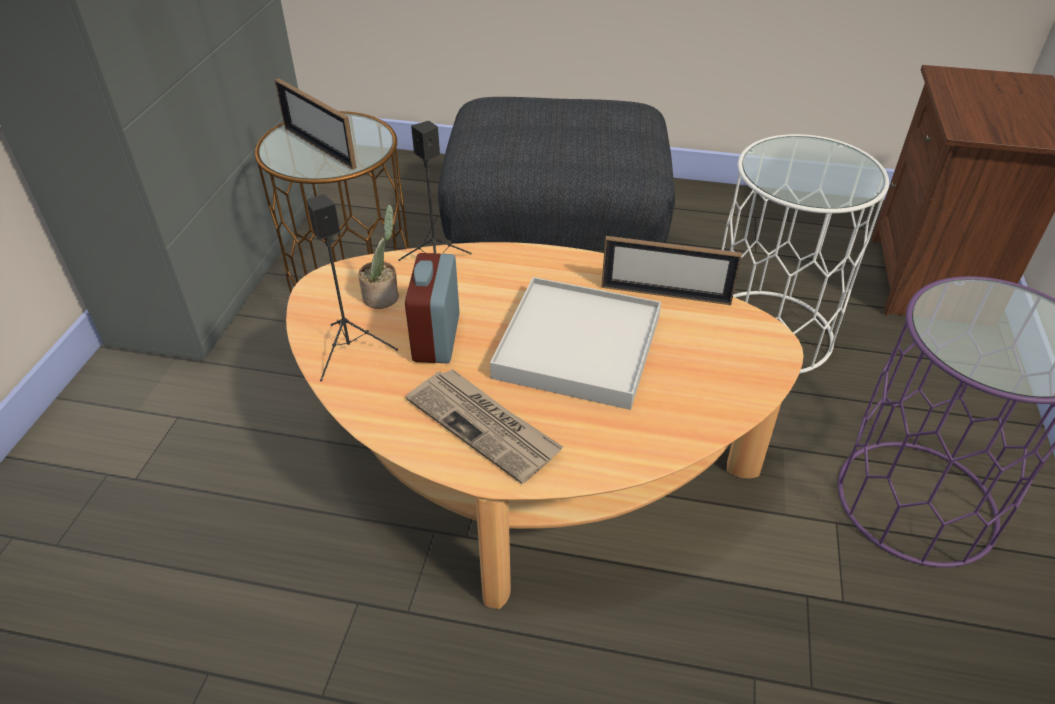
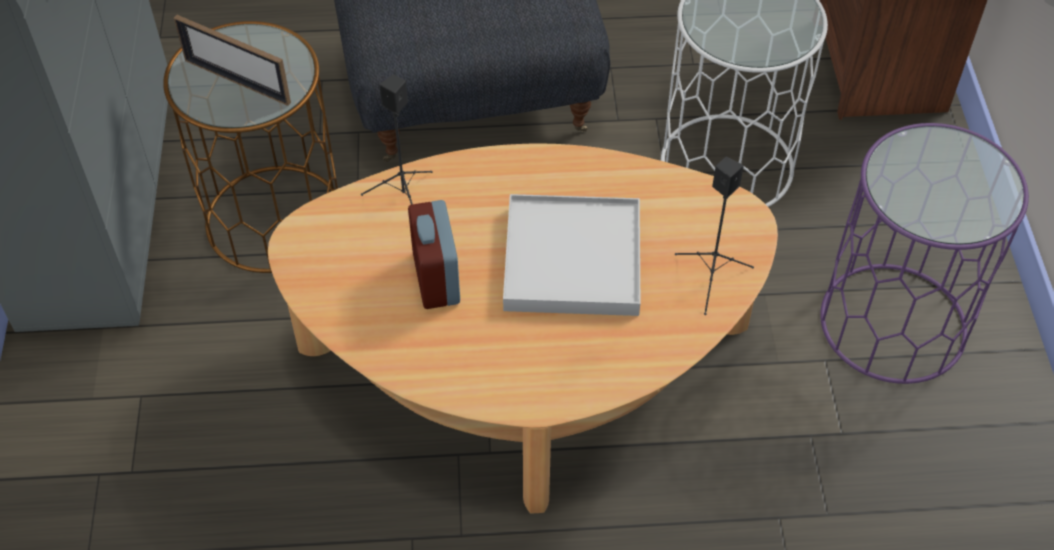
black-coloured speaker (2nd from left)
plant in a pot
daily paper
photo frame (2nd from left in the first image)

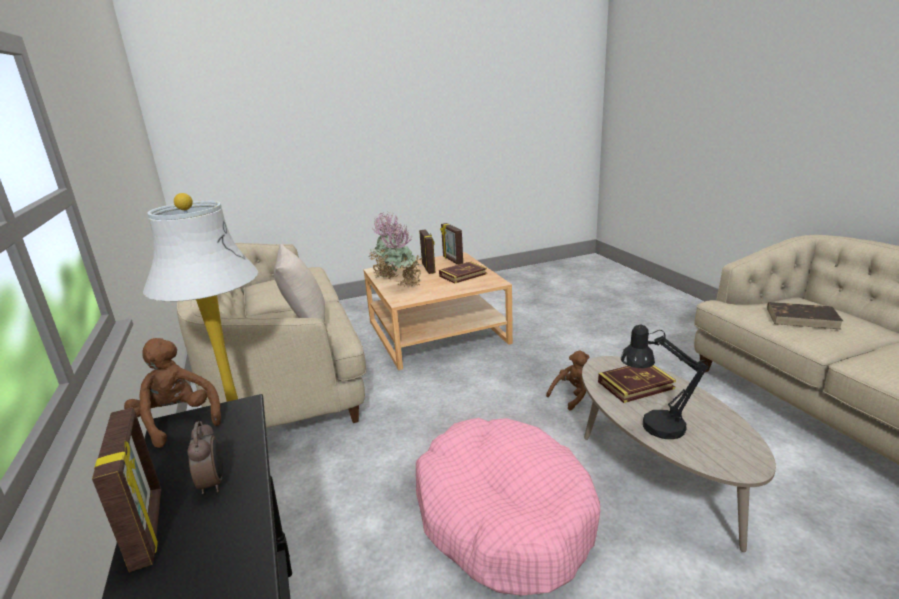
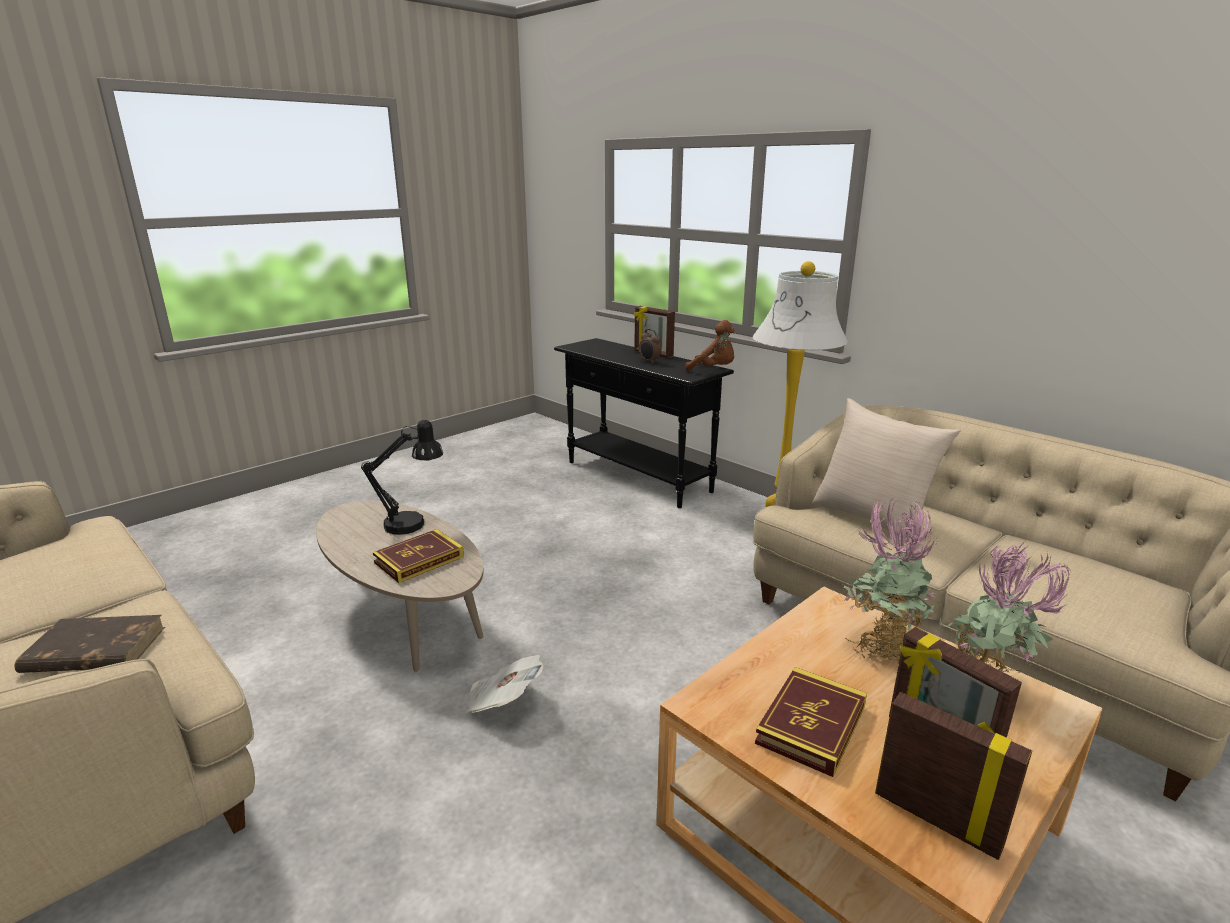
pink-coloured dog bed
daily paper

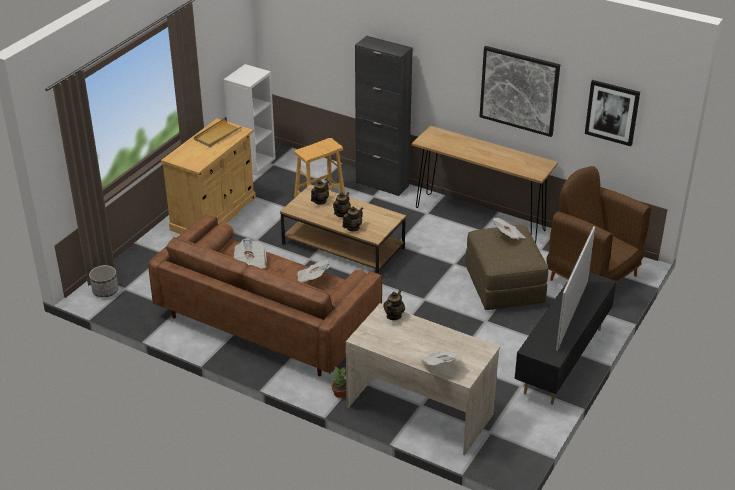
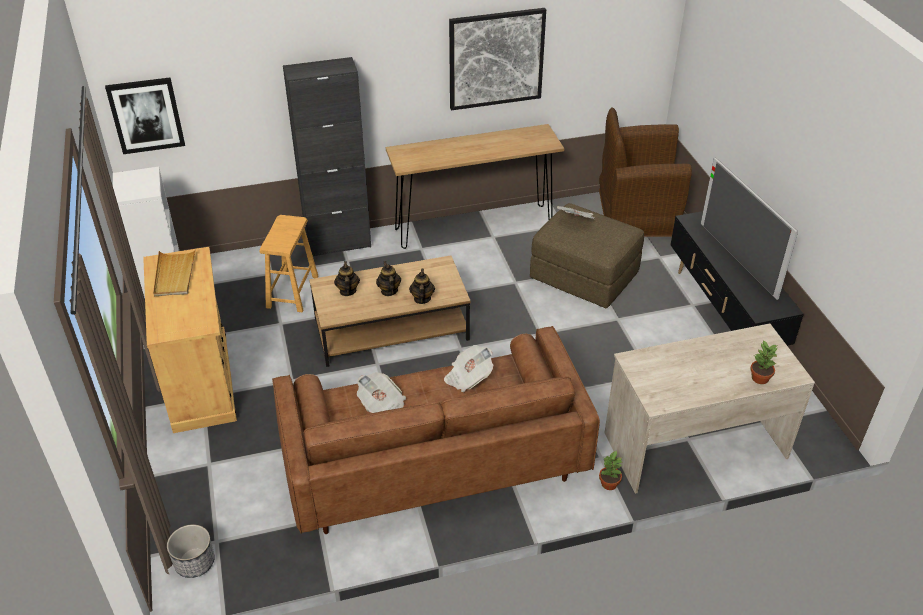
tea pot (4th from left in the first image)
plant in a pot (2nd from left)
wall art (1st from left)

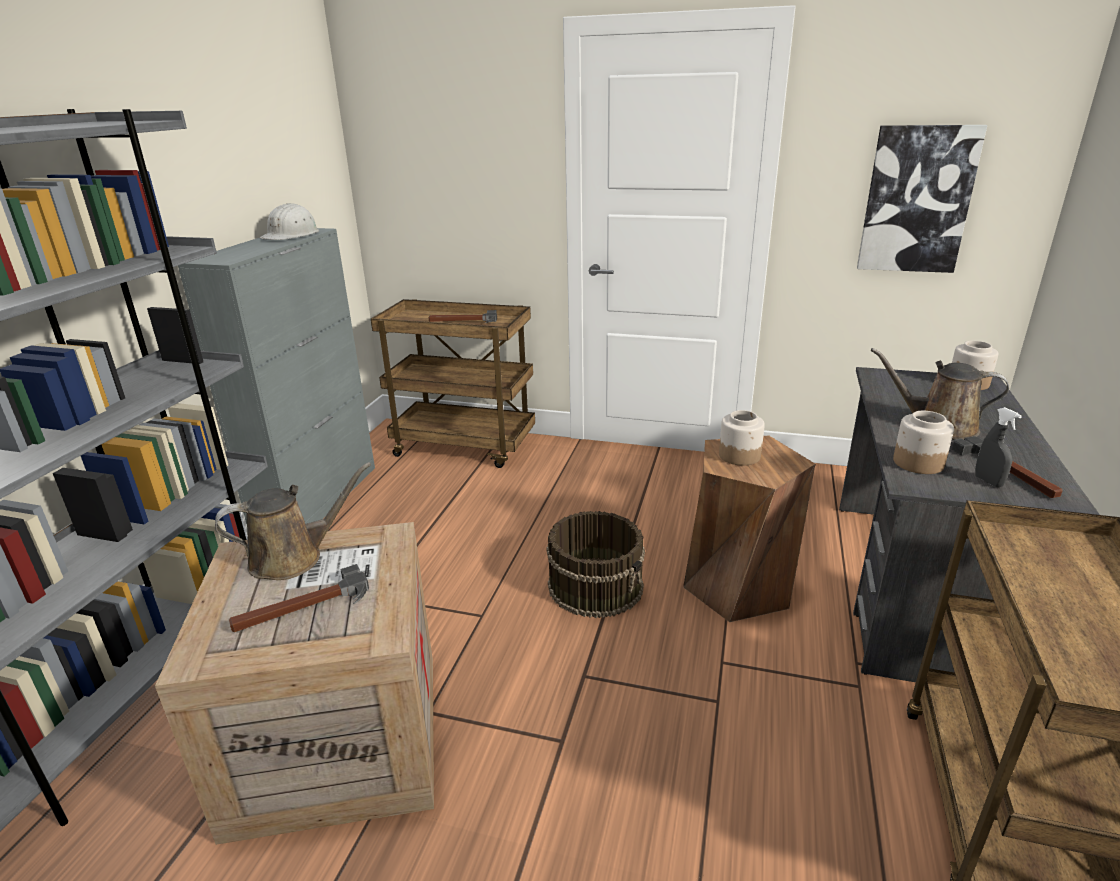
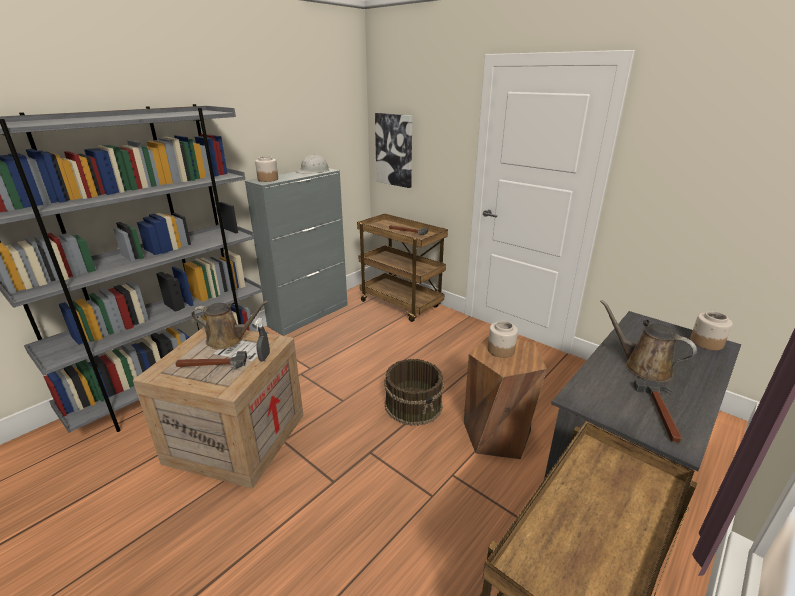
wall art
storage jar (1st from left)
gray hand sprayer

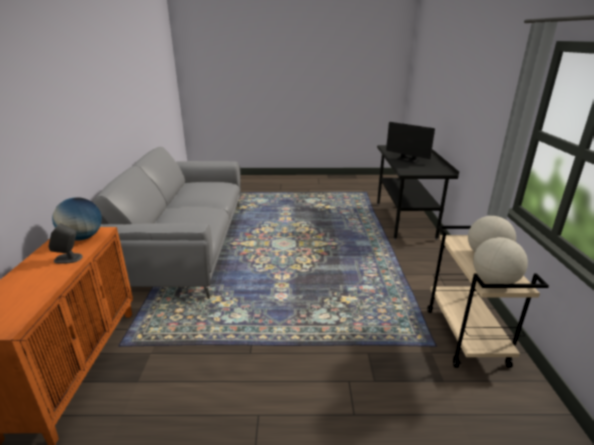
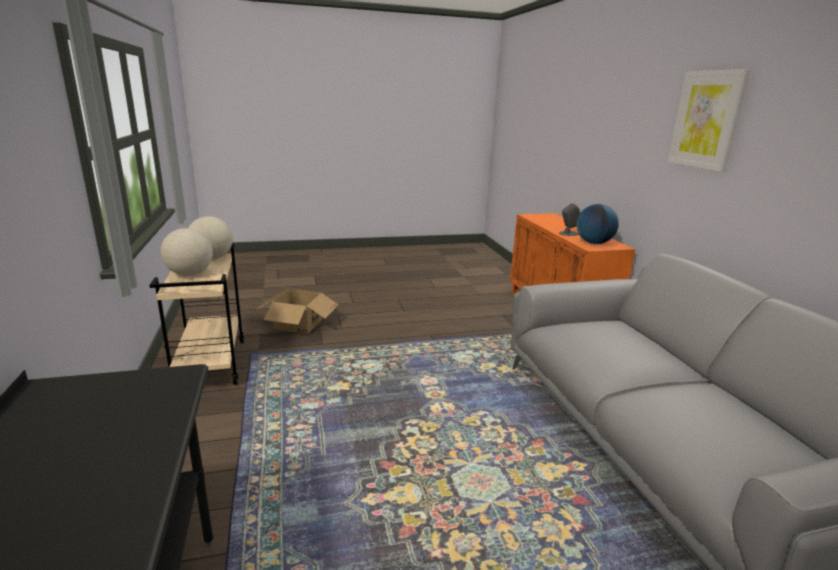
monitor
carton
wall art

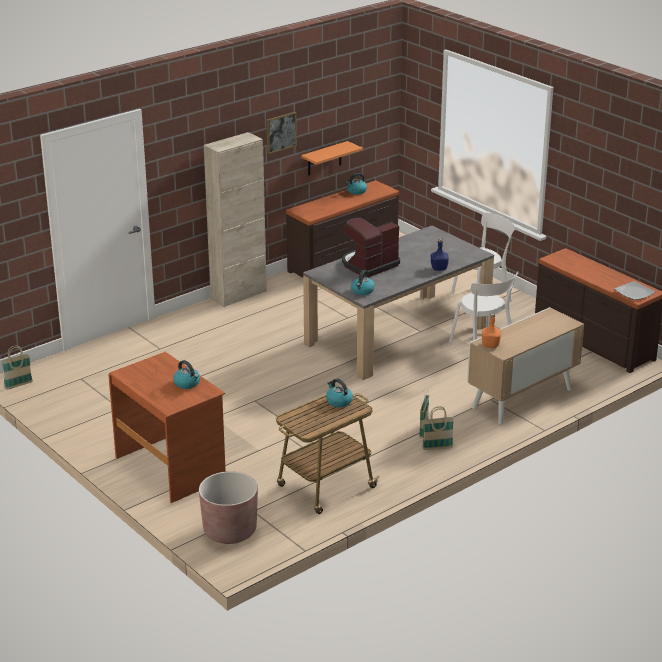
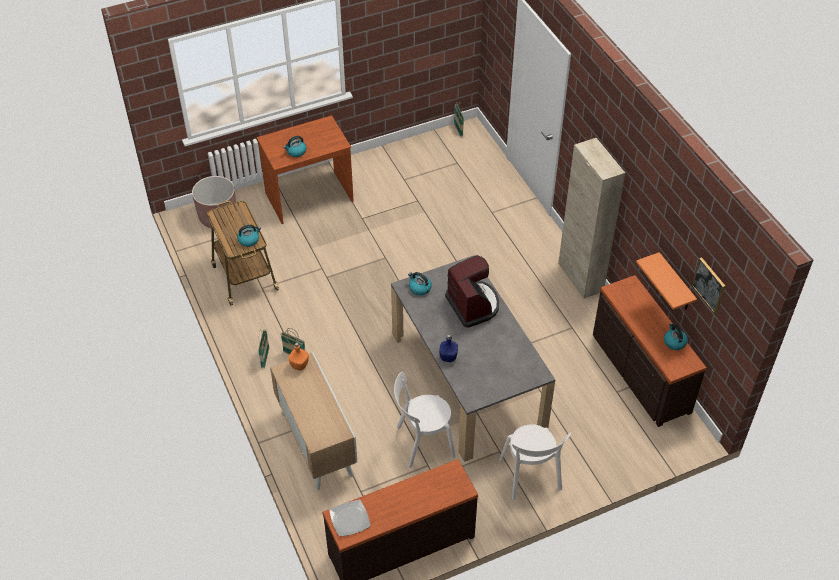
wall art

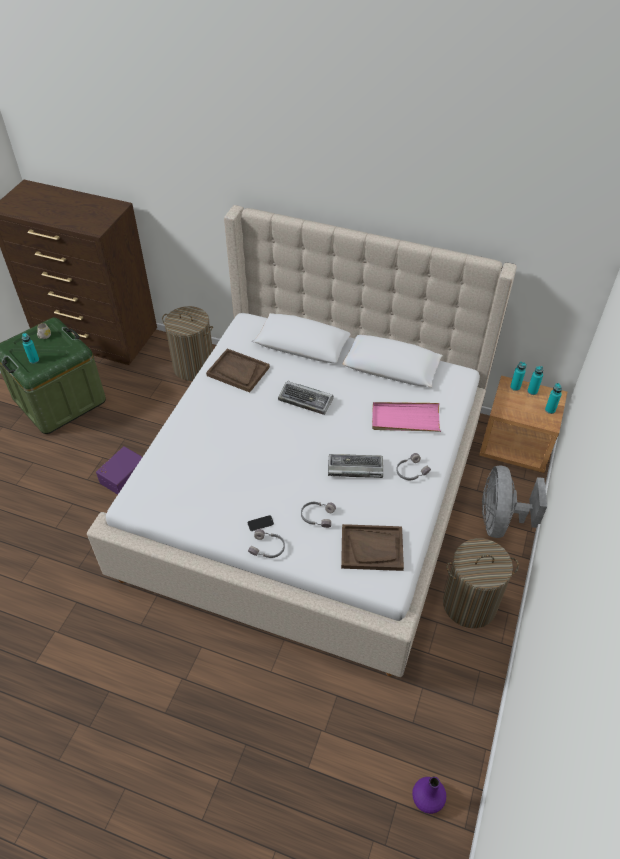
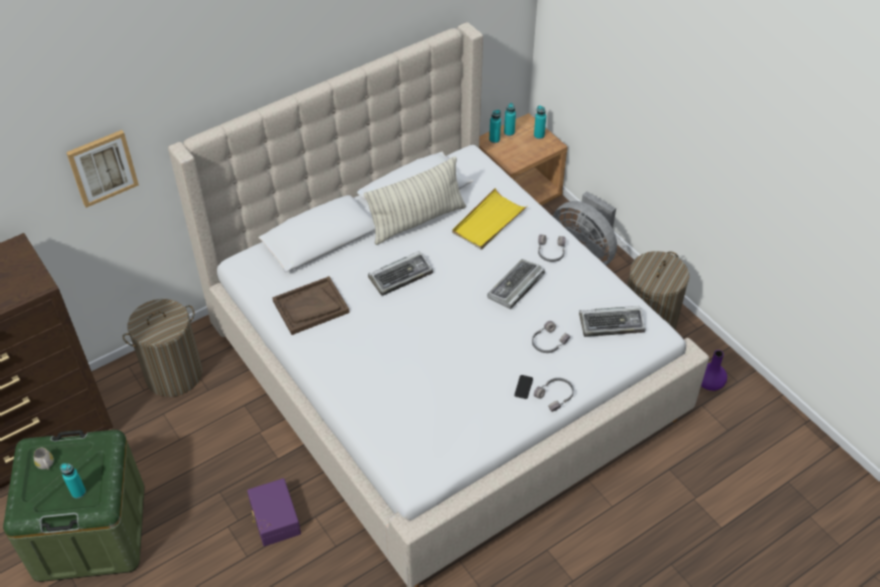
keyboard (3rd from left)
yellow carrying tray
purple vase
wall art
throw pillow

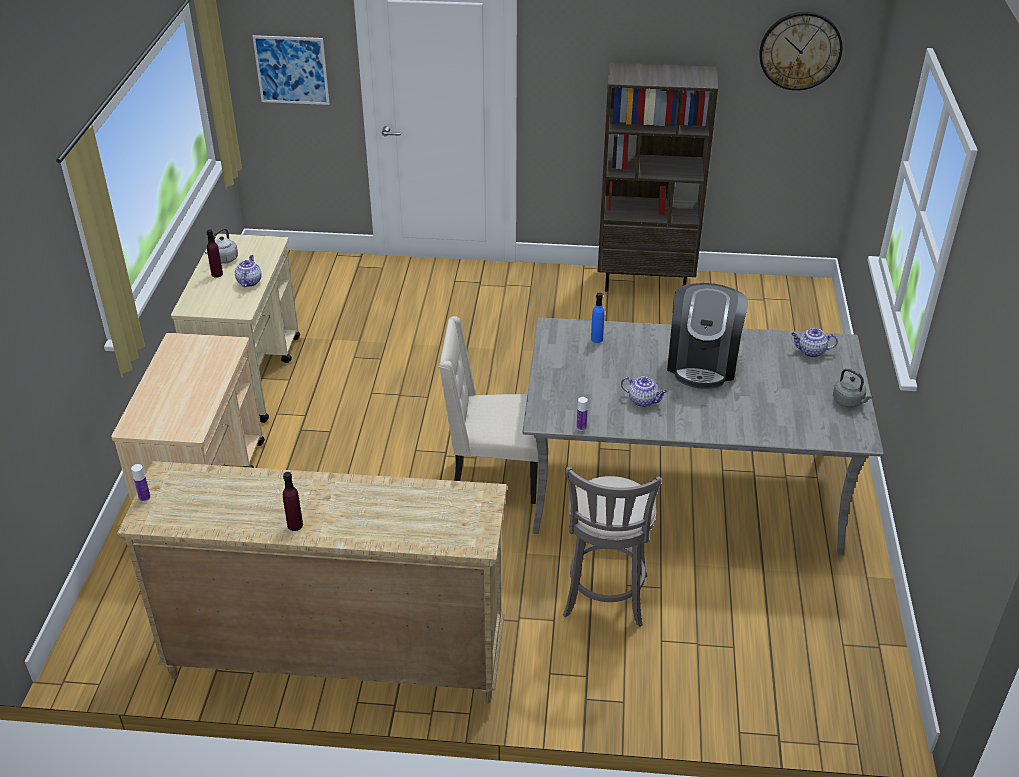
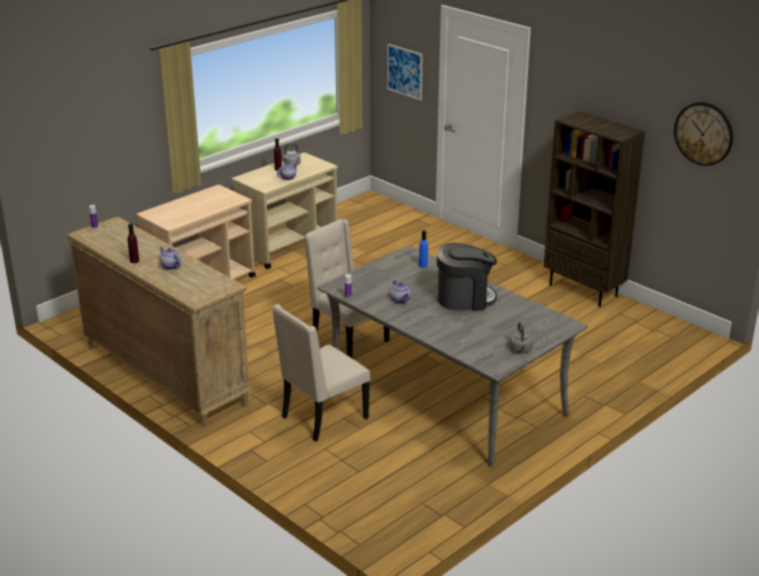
beige-coloured plain chair (1st from left)
coffee machine
tea pot (1st from left)

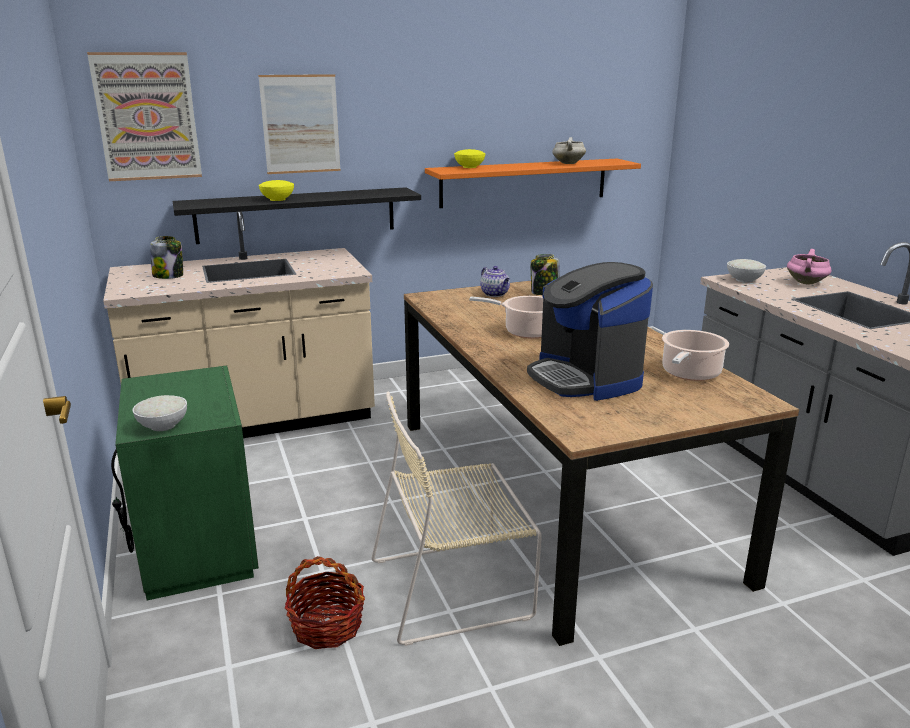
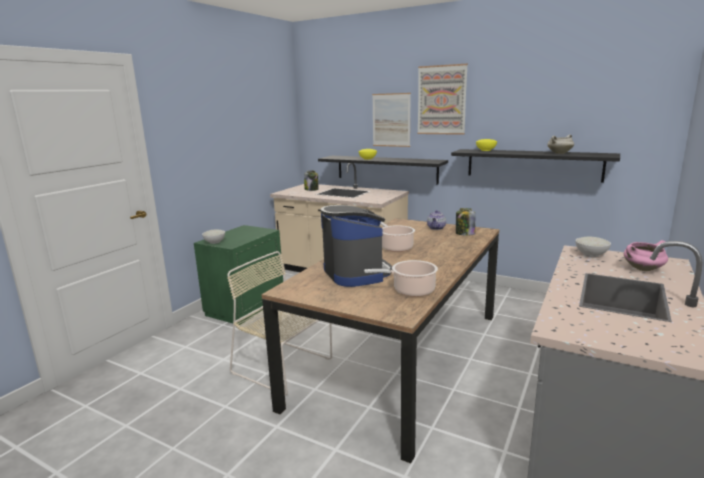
wall art (2nd from left)
household basket
black-coloured shelf (2nd from left)
coffee machine

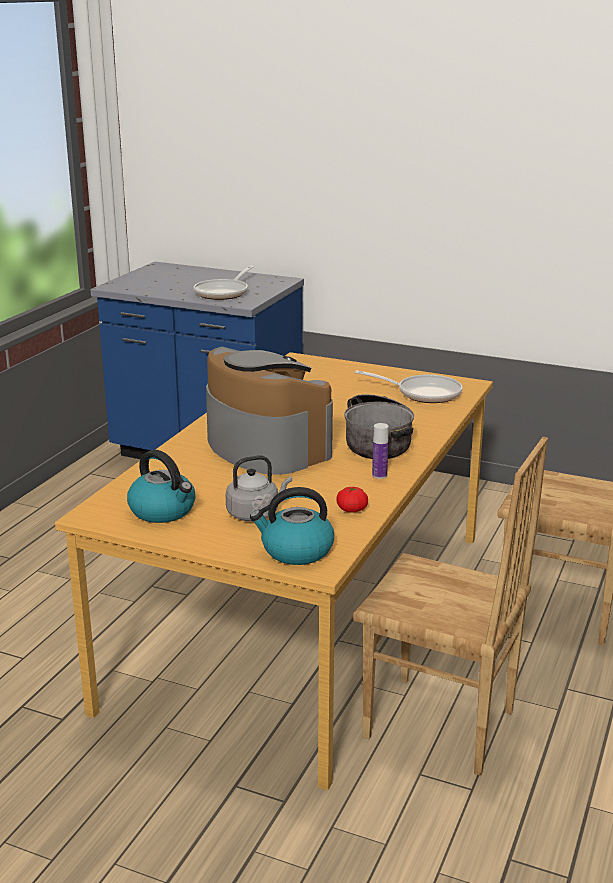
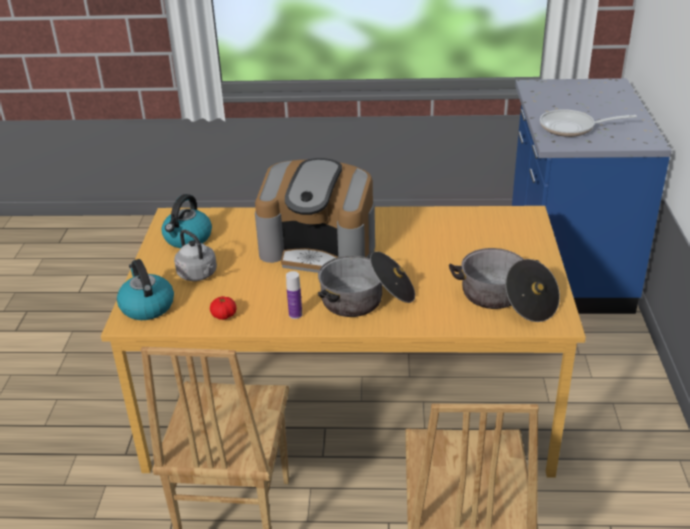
coffee machine
stockpot (2nd from left)

